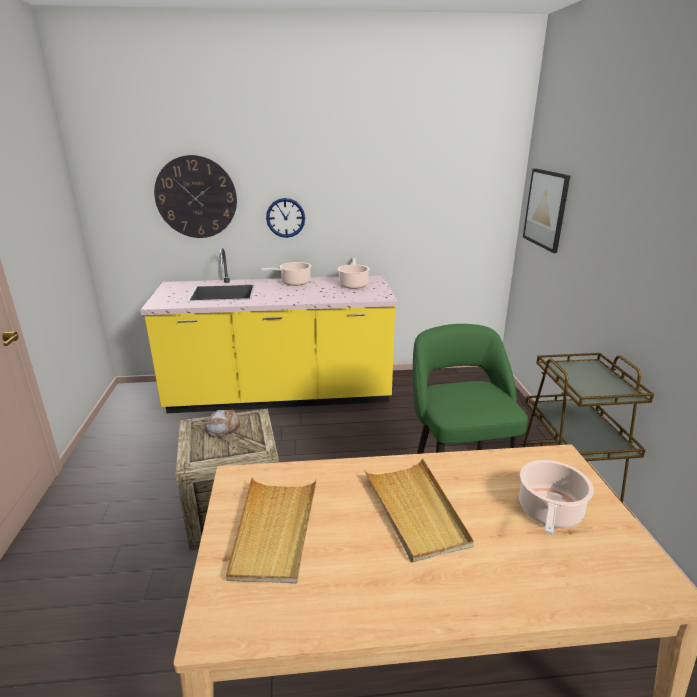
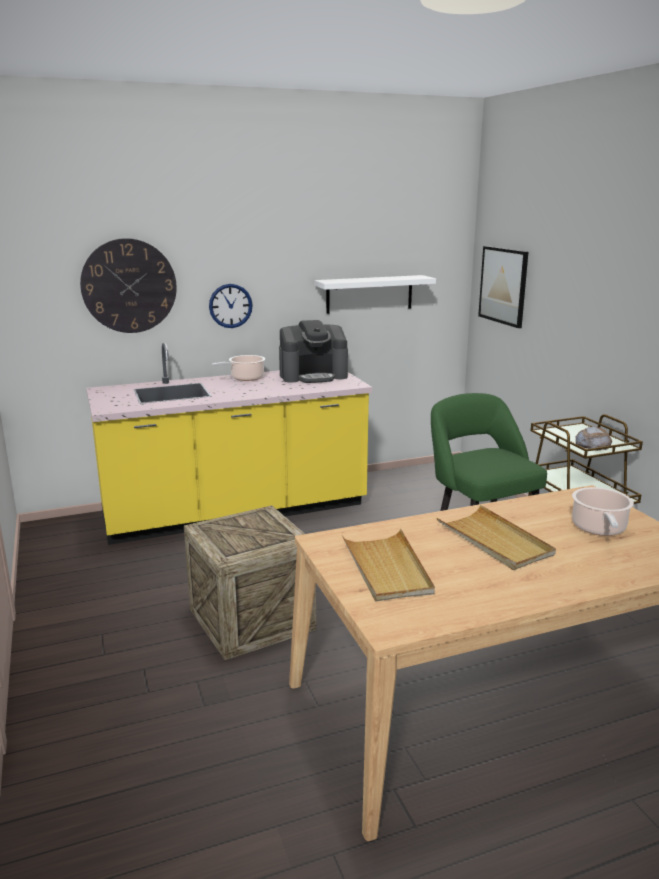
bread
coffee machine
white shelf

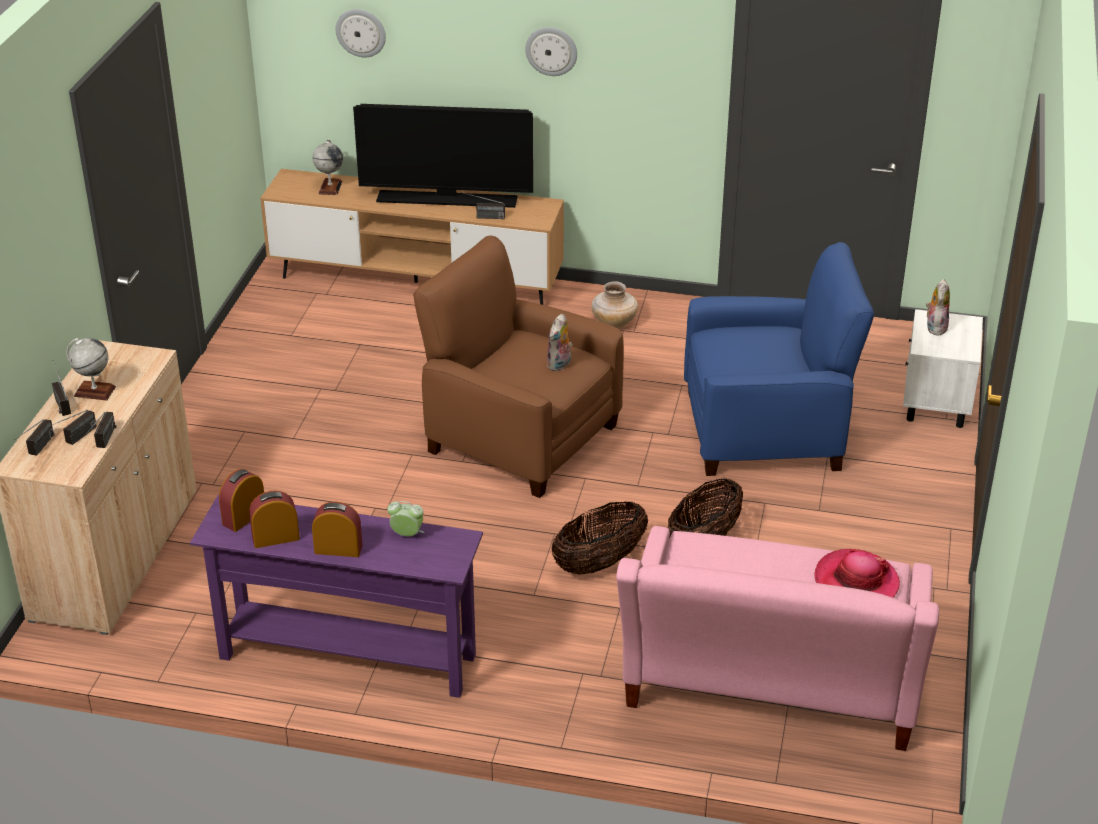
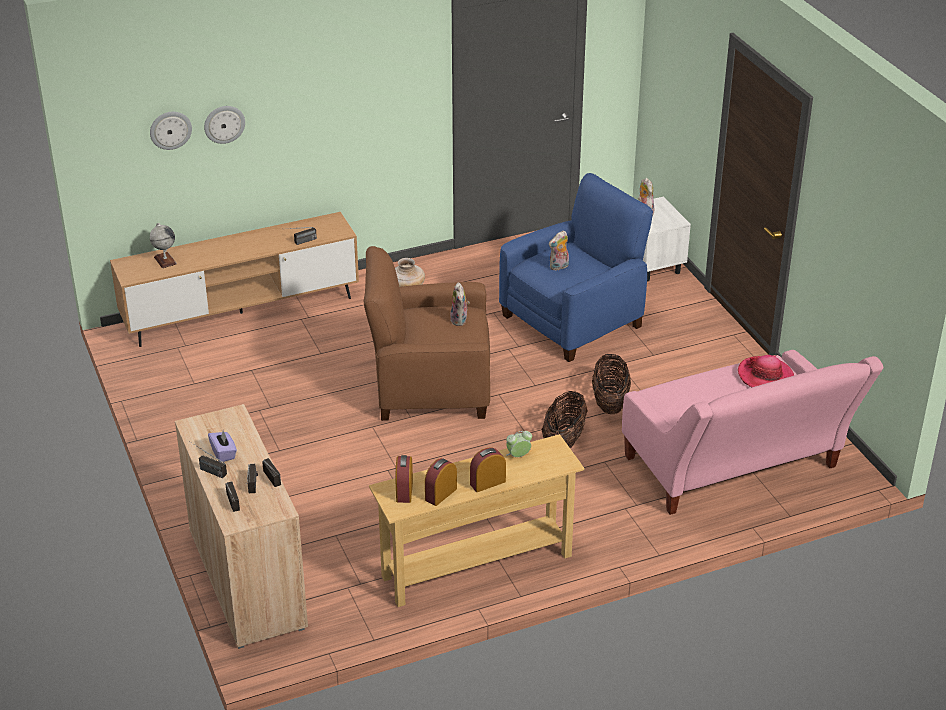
purple tissue holder
beige-coloured narrow table
TV
hanging clock (2nd from left)
soft toy (2nd from left)

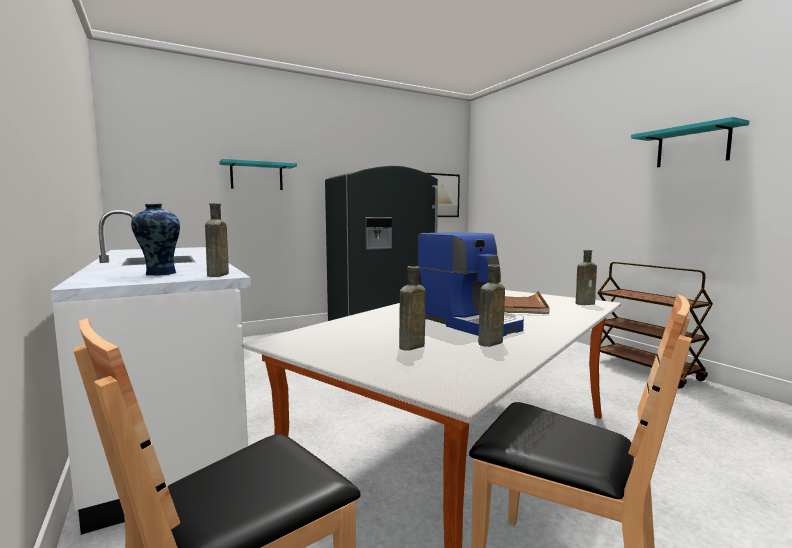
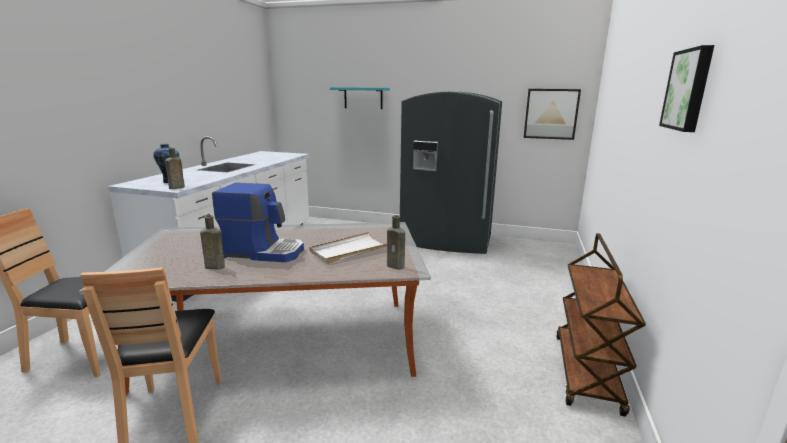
brown bottle (2nd from left in the first image)
coffee machine
white carrying tray
wall art (2nd from left)

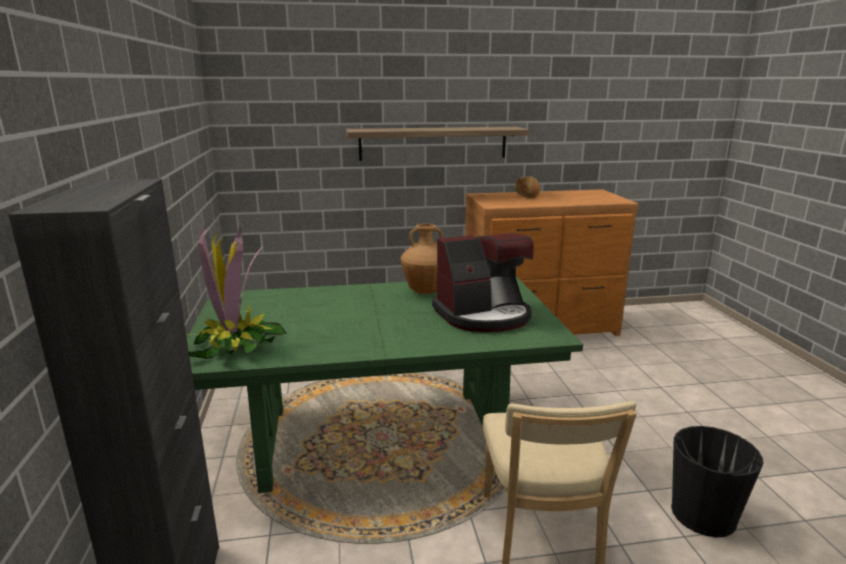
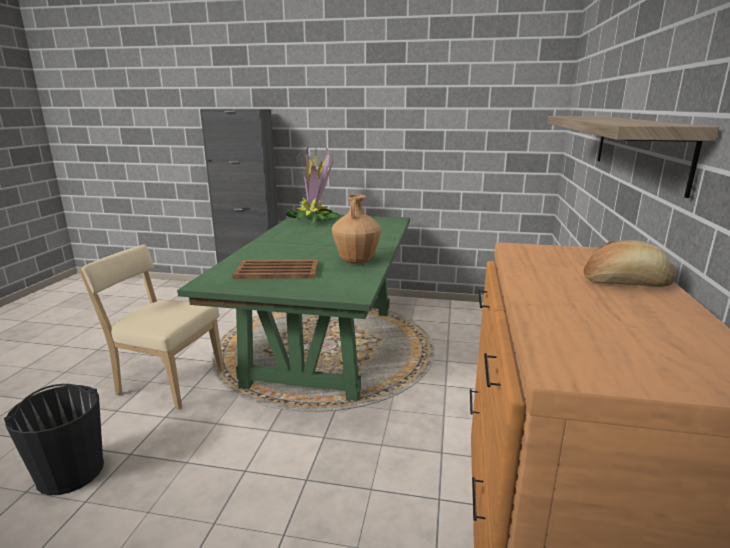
brown carrying tray

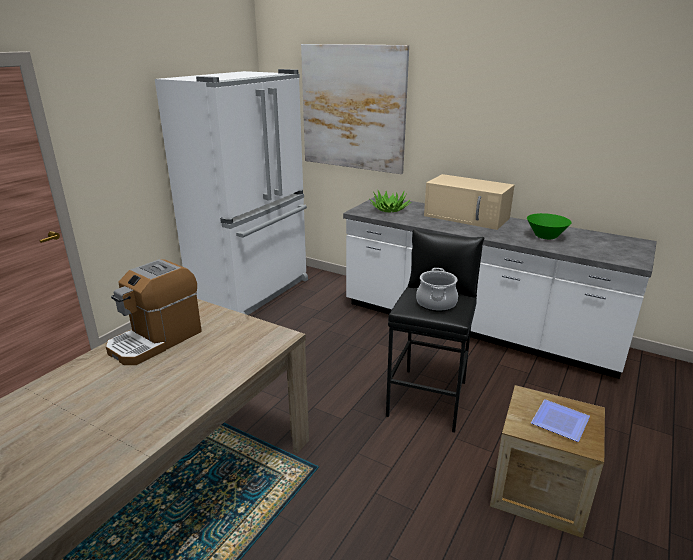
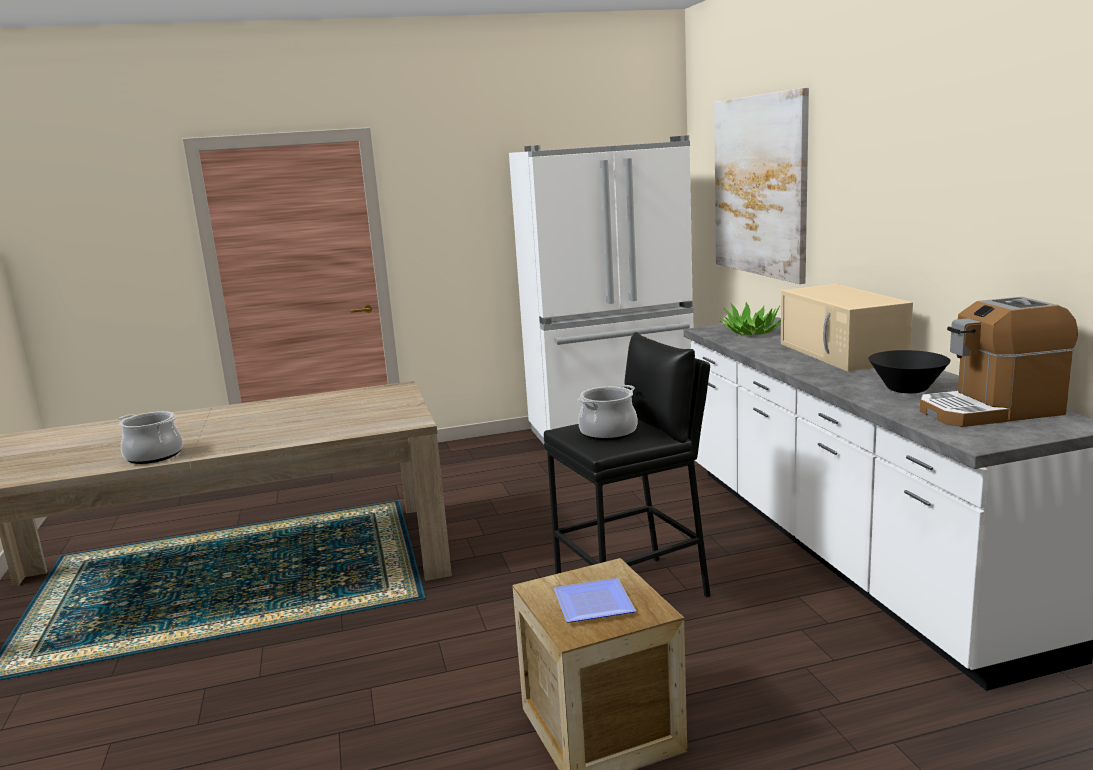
coffee machine
black-coloured bowl
stockpot (1st from left)

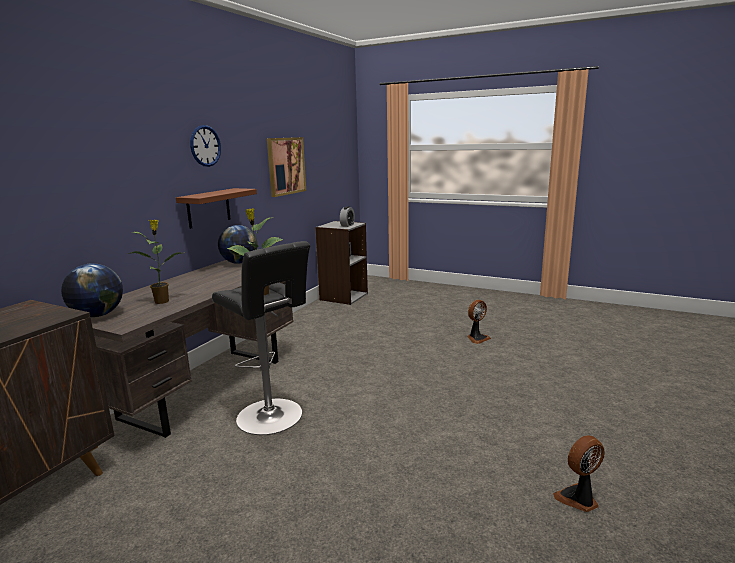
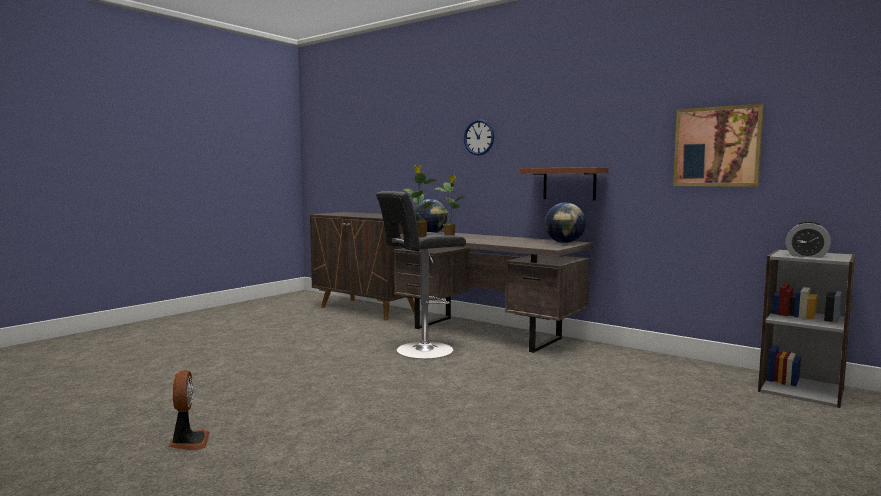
hanging clock
fan (1st from left in the first image)

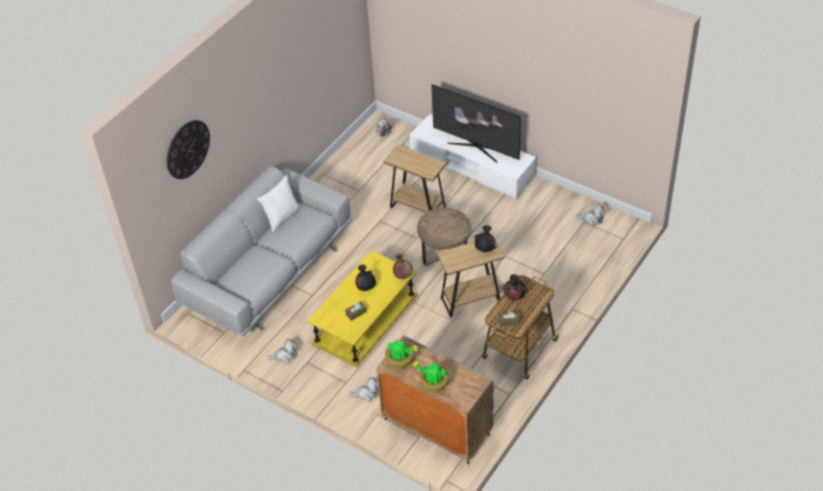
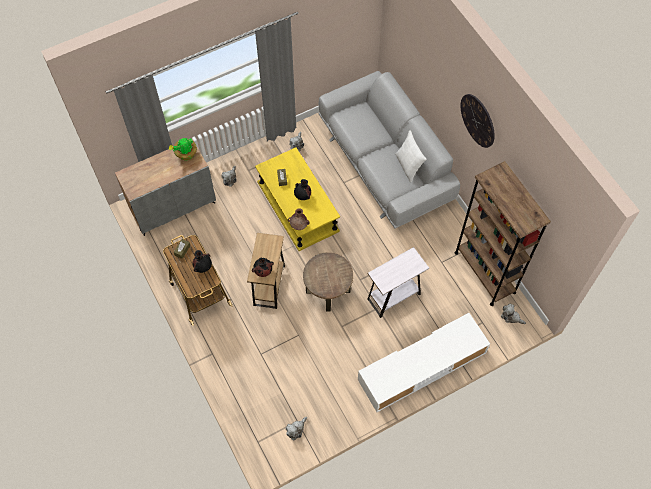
hanging clock
white side table
plant in a pot (2nd from left in the first image)
TV
brown bookcase

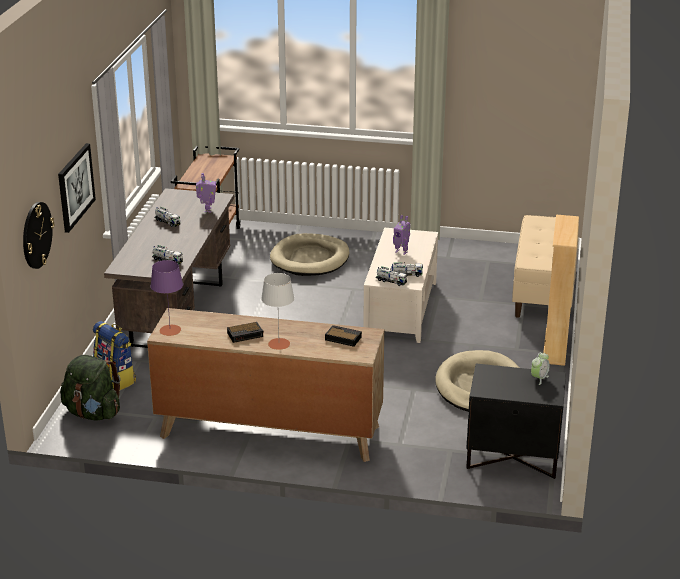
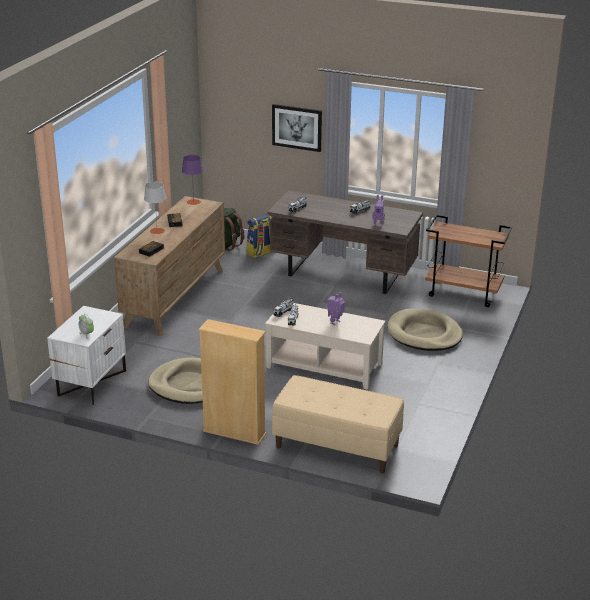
hanging clock
white nightstand

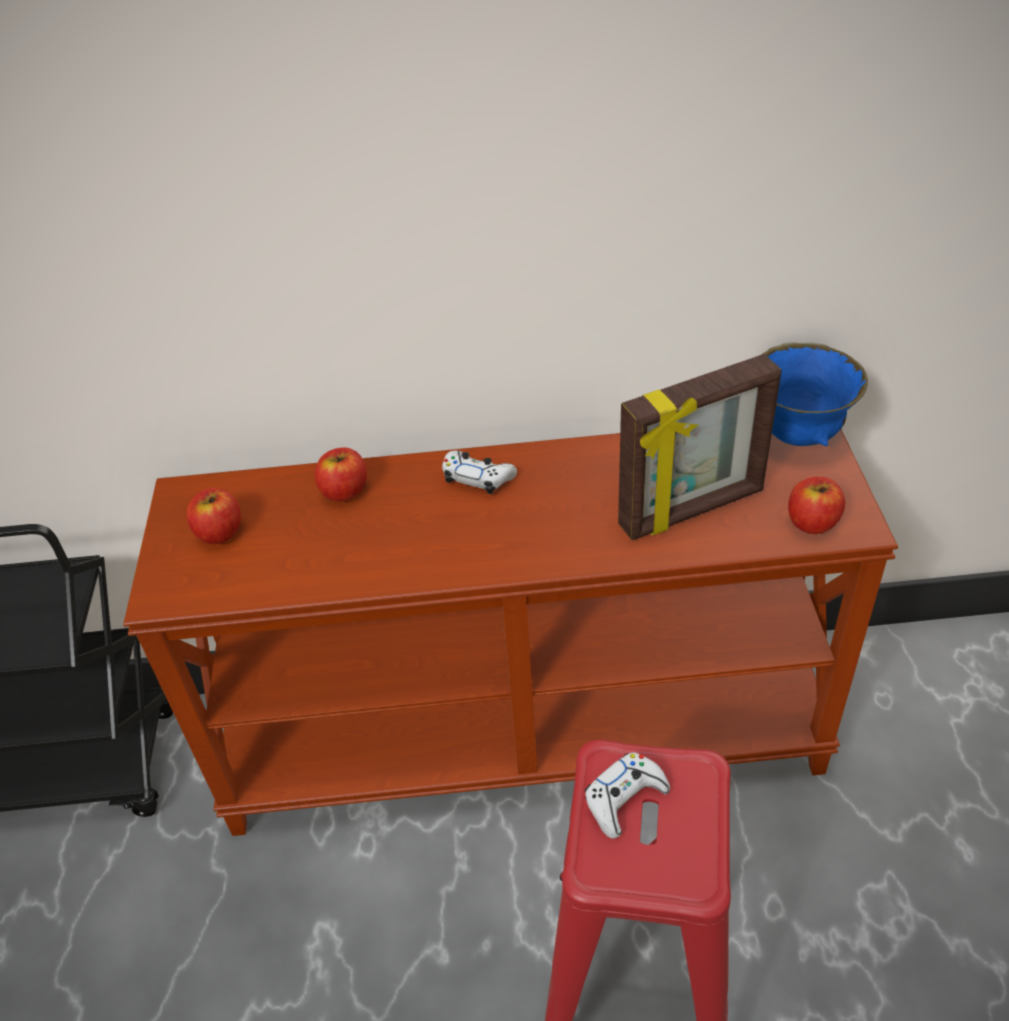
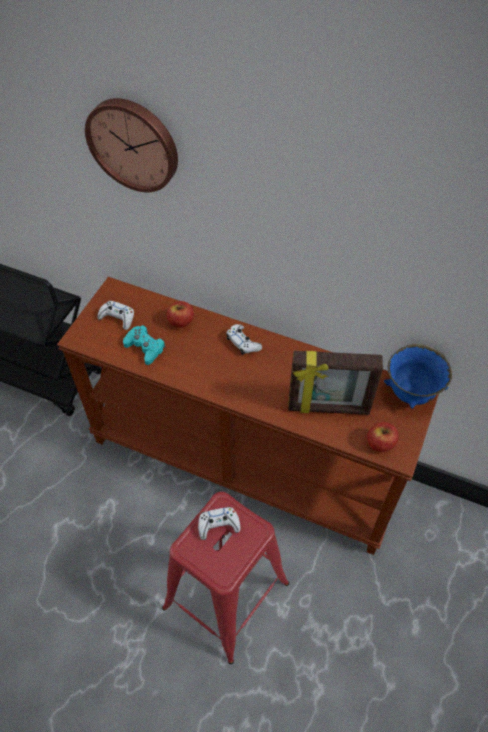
white game controller (1st from left)
hanging clock
blue-green game controller

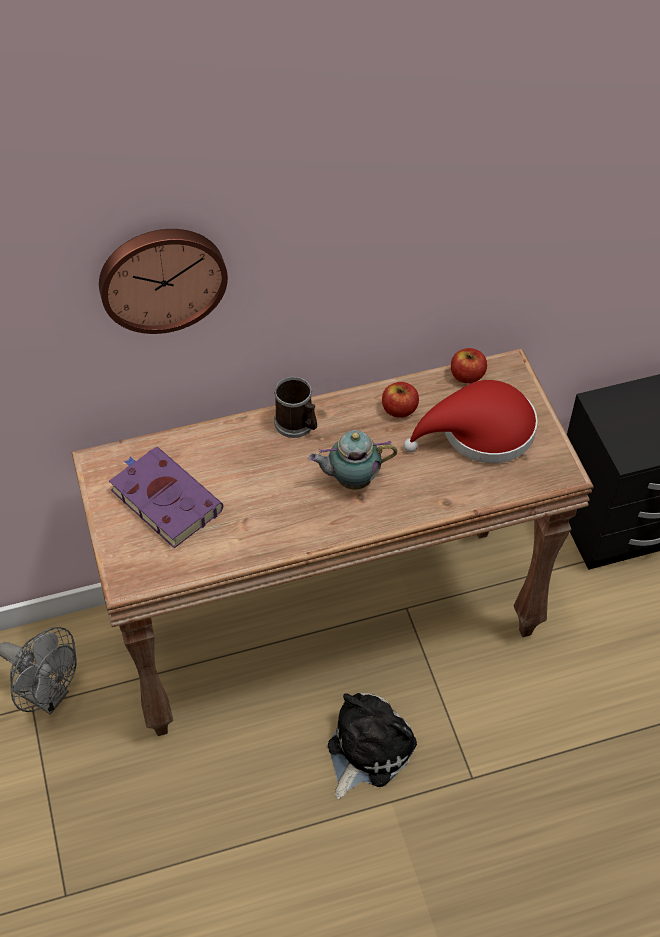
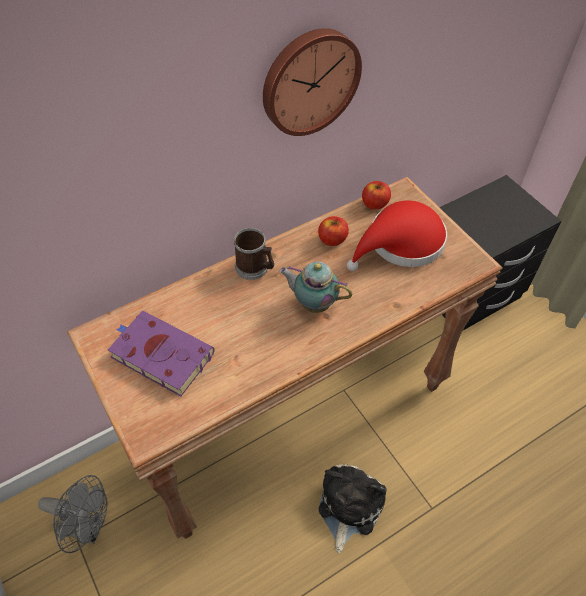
hanging clock
tea pot

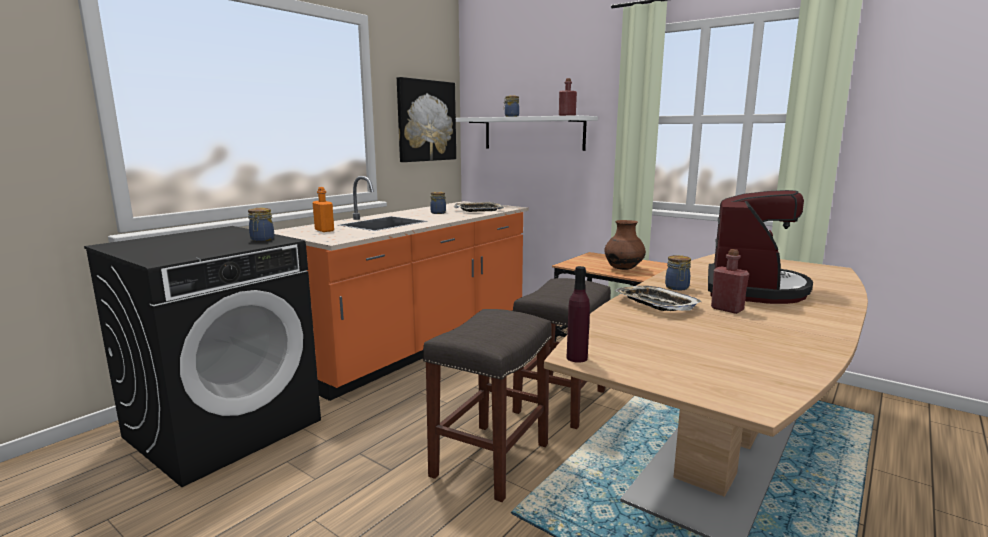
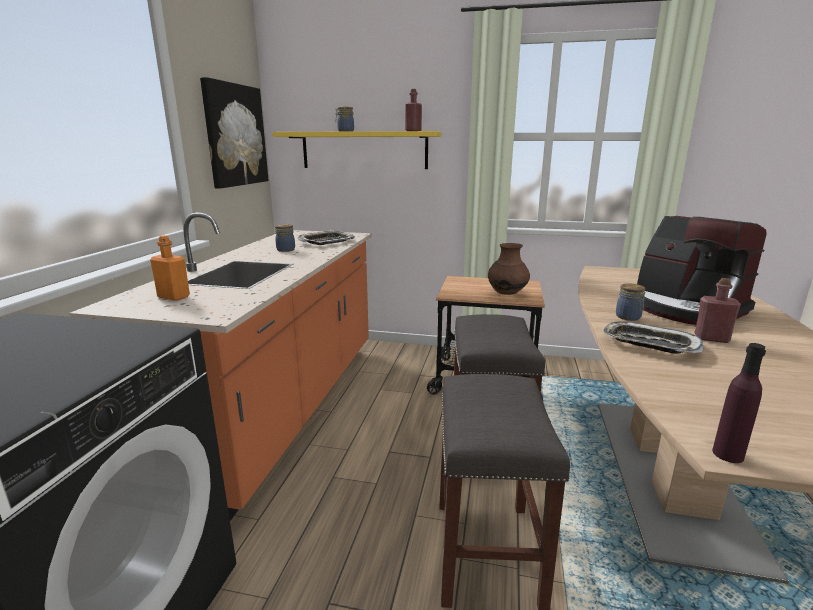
storage jar (1st from left in the first image)
yellow shelf
coffee machine

